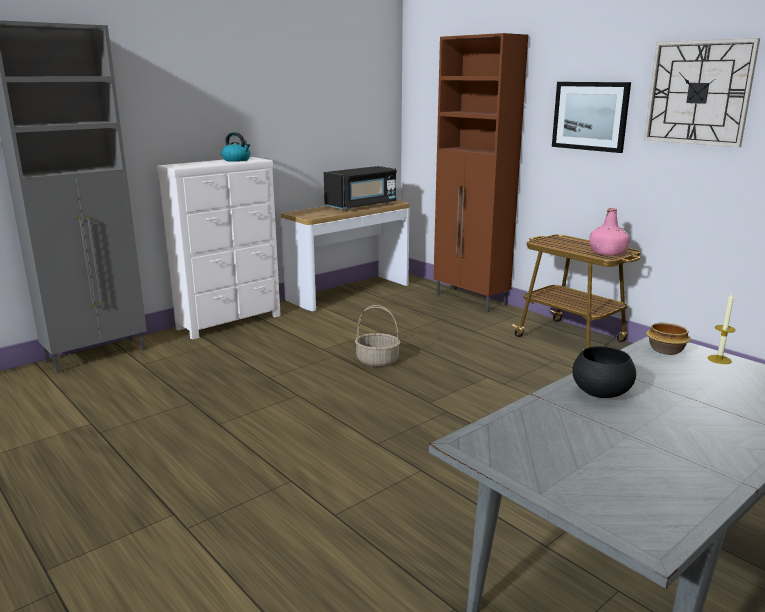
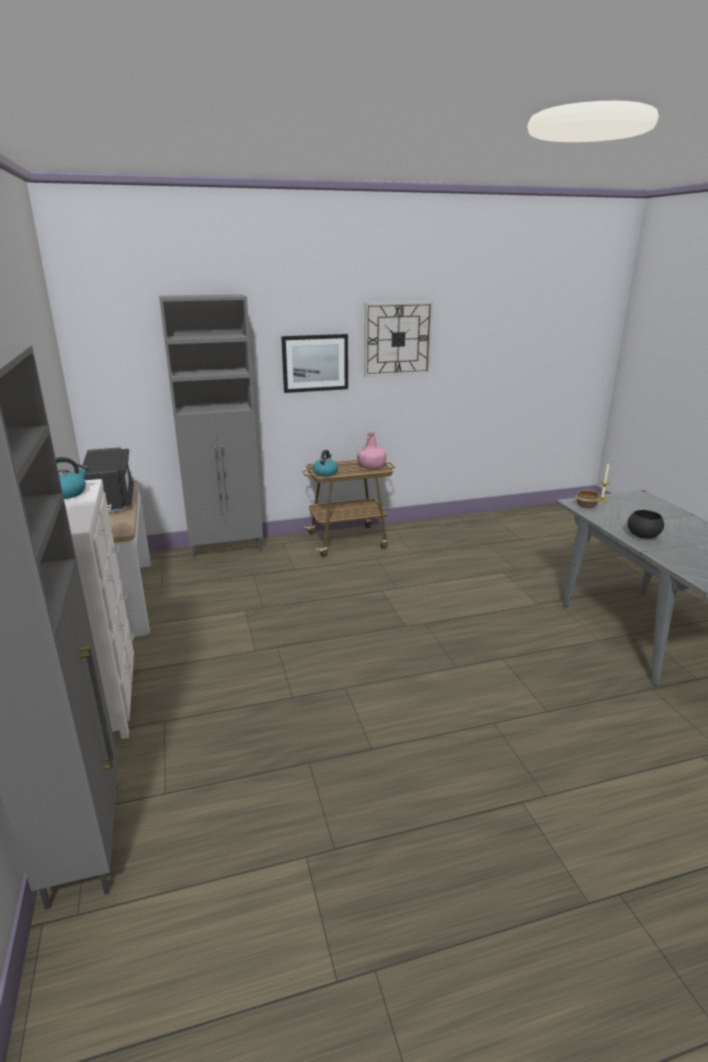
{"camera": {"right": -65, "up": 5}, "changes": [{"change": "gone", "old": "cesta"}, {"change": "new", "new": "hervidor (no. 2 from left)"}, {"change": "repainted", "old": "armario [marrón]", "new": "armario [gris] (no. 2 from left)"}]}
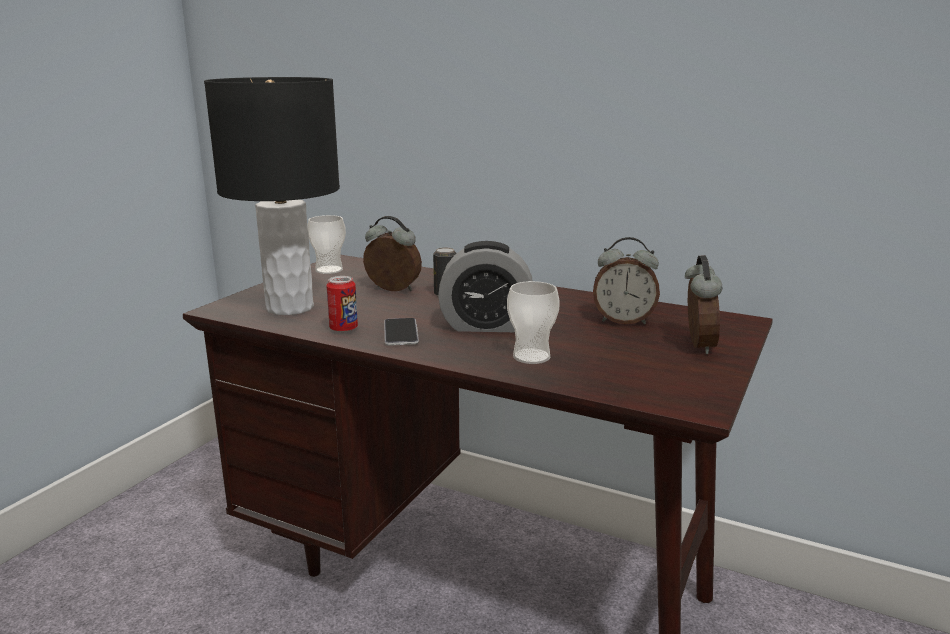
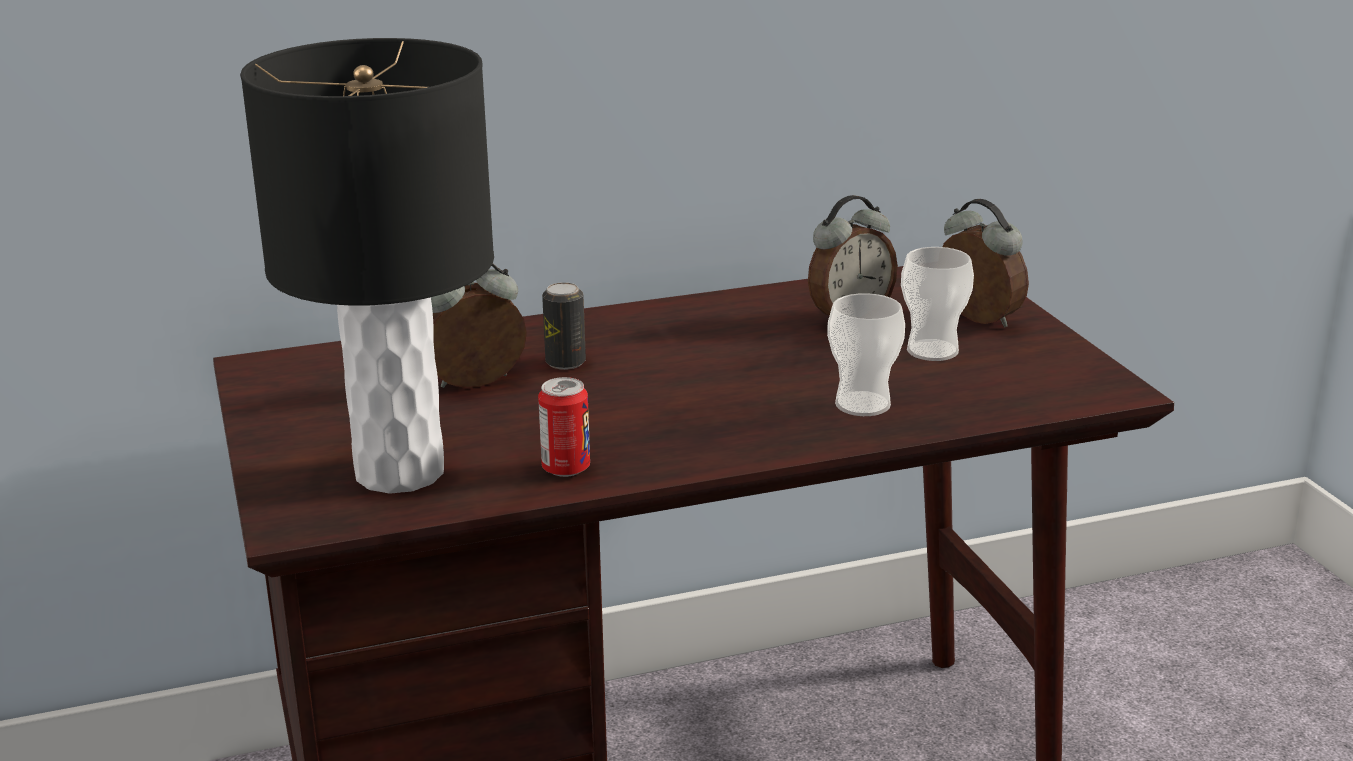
{"camera": {"right": -45, "up": 5}, "changes": [{"change": "gone", "old": "móvil"}, {"change": "gone", "old": "despertador (no. 2 from left)"}, {"change": "shifted", "old": "taza (no. 1 from left in the first image)", "new": "taza (no. 2 from left)"}]}
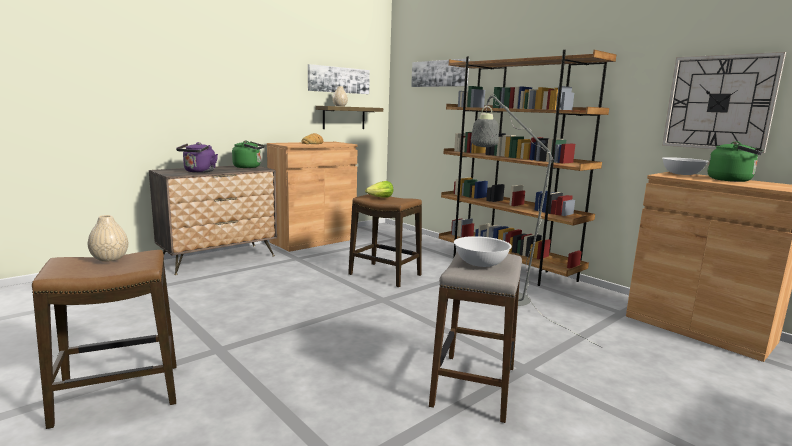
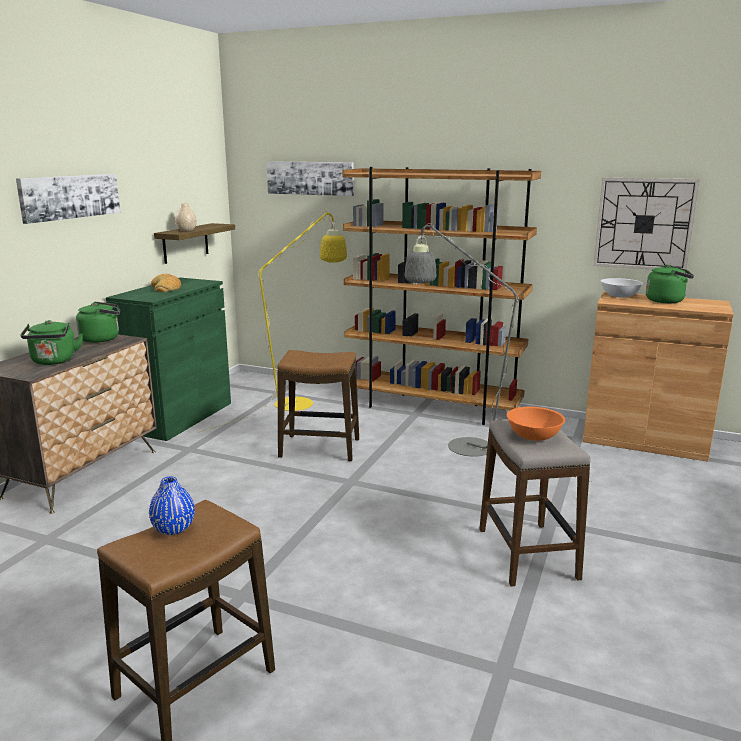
{"camera": {"right": -25, "up": 5}, "changes": [{"change": "gone", "old": "lechuga"}, {"change": "new", "new": "lámpara de pie [amarillo]"}, {"change": "shifted", "old": "cuadro (no. 1 from left)"}, {"change": "repainted", "old": "florero [beis] (no. 1 from left)", "new": "florero [azul]"}, {"change": "repainted", "old": "hervidor [morado]", "new": "hervidor [verde] (no. 1 from left)"}, {"change": "repainted", "old": "armario [marrón] (no. 1 from left)", "new": "armario [verde]"}, {"change": "repainted", "old": "cuenco [blanco] (no. 1 from left)", "new": "cuenco [naranja]"}]}
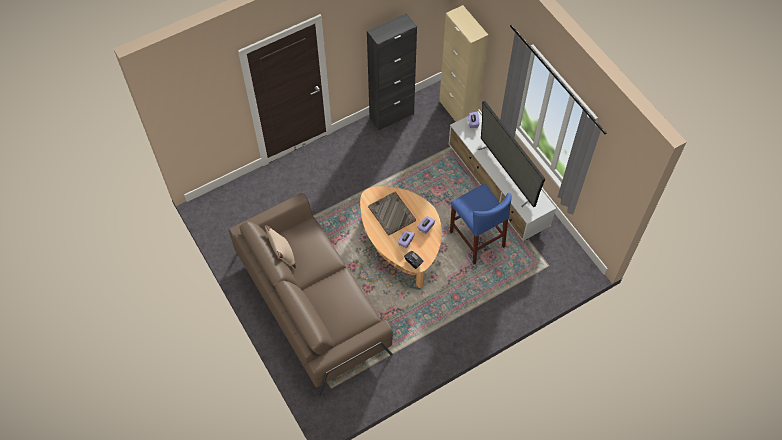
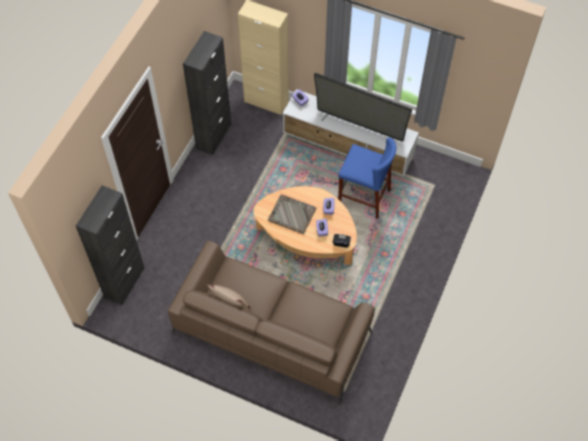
{"camera": {"right": -35, "up": 0}, "changes": [{"change": "new", "new": "armario [negro] (no. 1 from left)"}]}
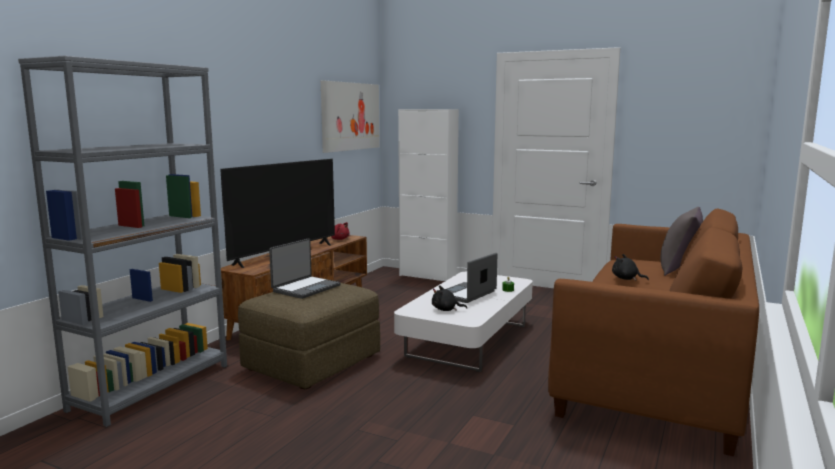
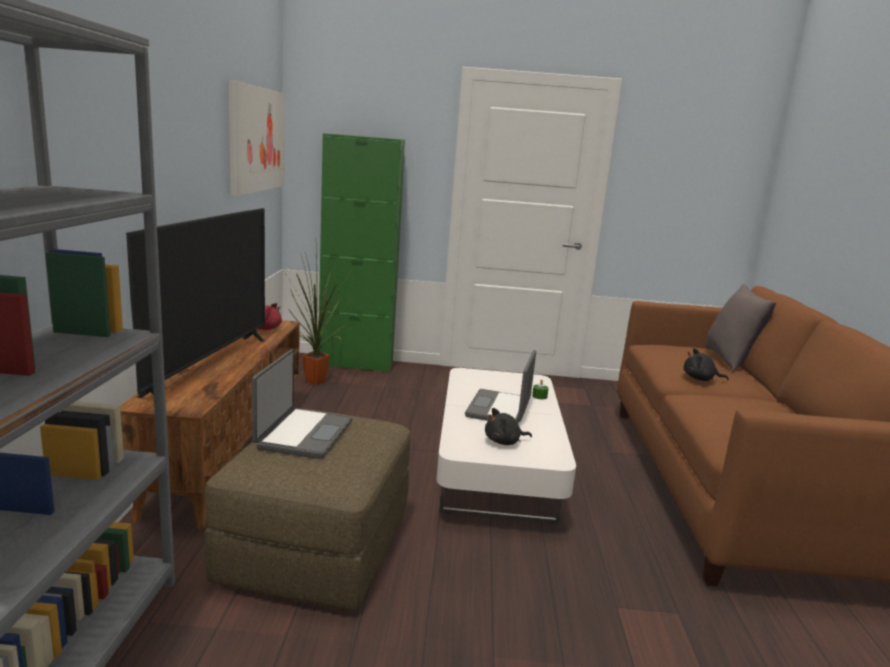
{"camera": {"right": -25, "up": 5}, "changes": [{"change": "new", "new": "planta en maceta"}, {"change": "repainted", "old": "armario [blanco]", "new": "armario [verde]"}]}
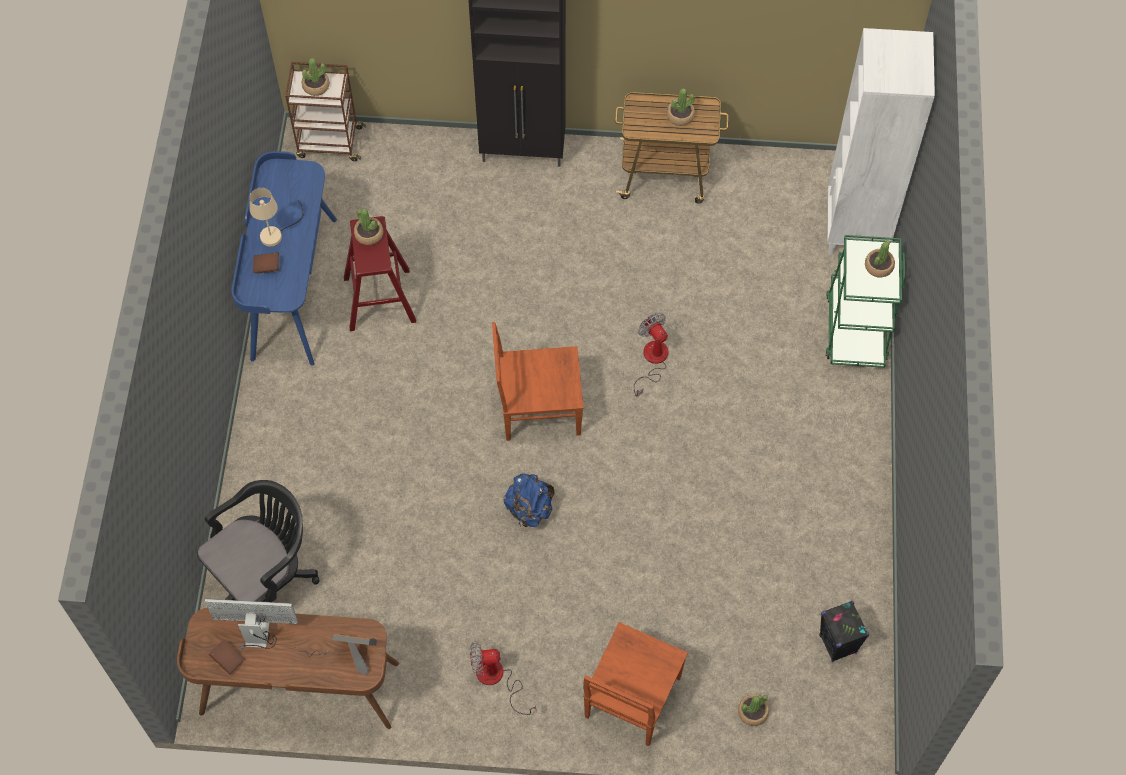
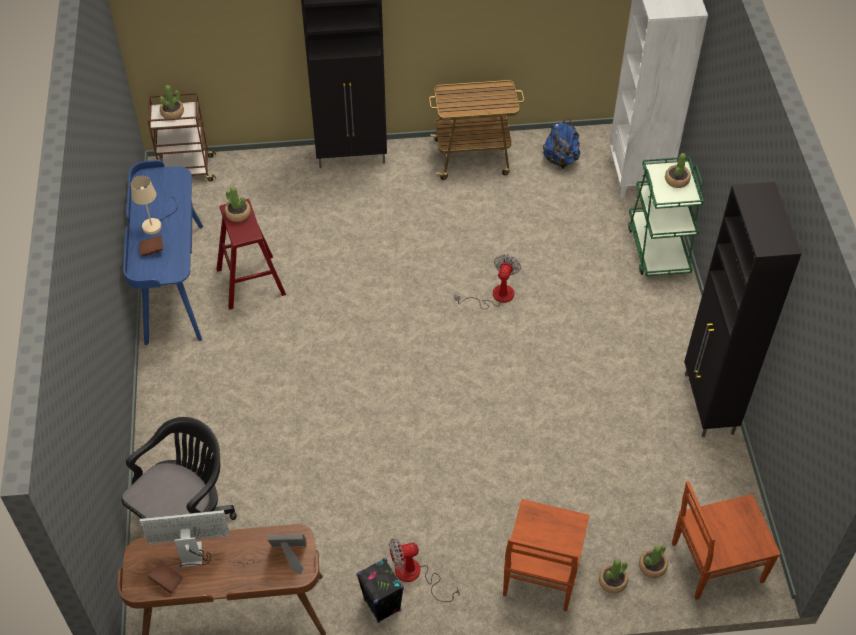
{"camera": {"right": -10, "up": -10}, "changes": [{"change": "new", "new": "armario [negro] (no. 2 from left)"}, {"change": "shifted", "old": "silla [marrón] (no. 1 from left in the first image)", "new": "silla [marrón] (no. 2 from left)"}, {"change": "shifted", "old": "mochila [azul]"}, {"change": "shifted", "old": "planta en maceta (no. 3 from left)"}, {"change": "shifted", "old": "altavoz [negro]"}, {"change": "rotated", "old": "ventilador (no. 2 from left)", "degrees": 60}]}
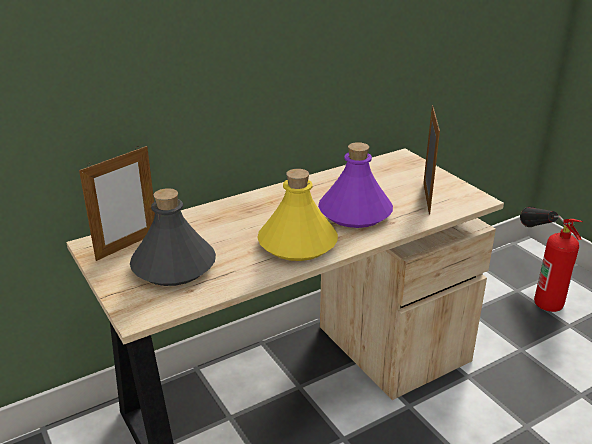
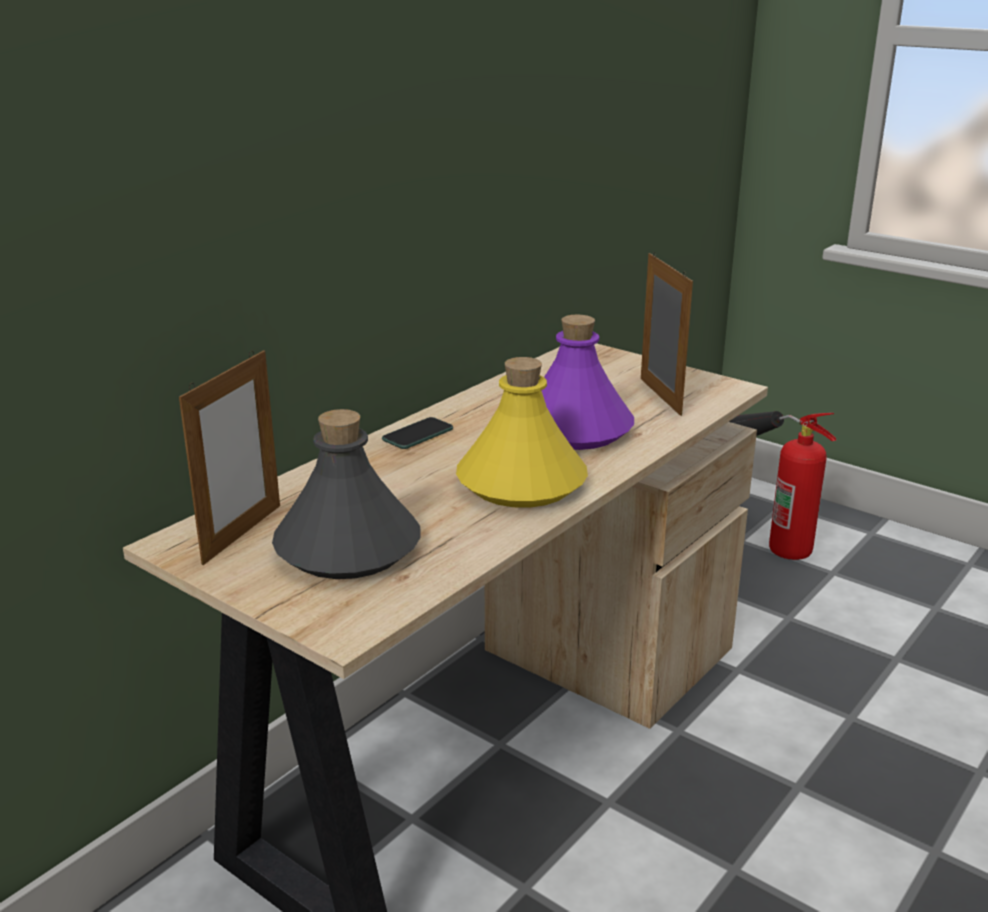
{"camera": {"right": -20, "up": -5}, "changes": [{"change": "new", "new": "móvil"}]}
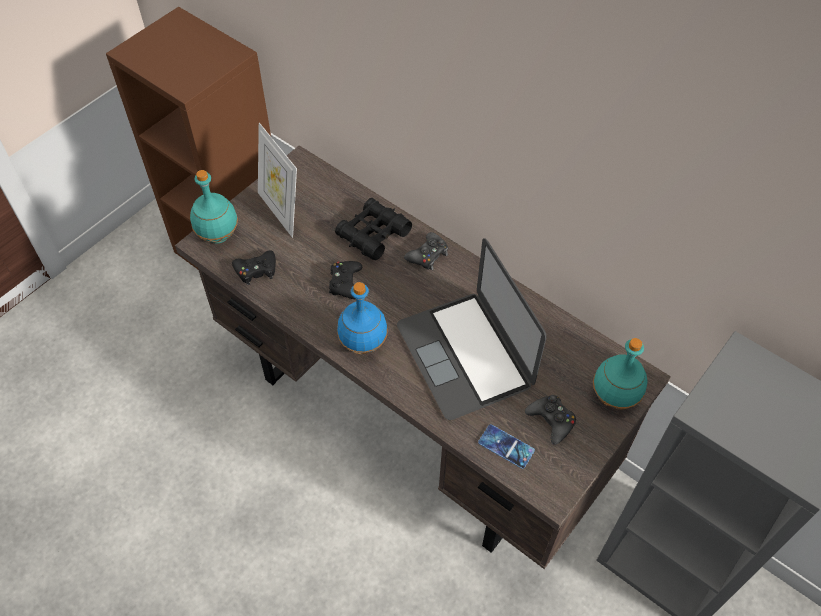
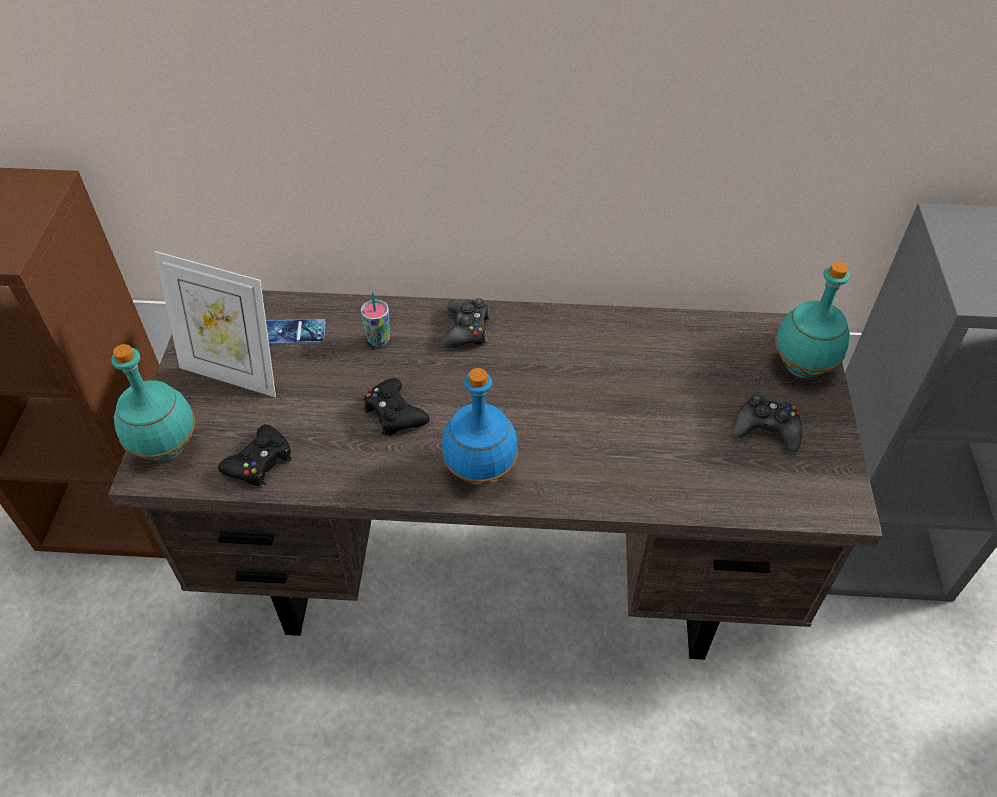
{"camera": {"right": -35, "up": -5}, "changes": [{"change": "gone", "old": "portátil"}, {"change": "shifted", "old": "móvil"}, {"change": "swapped", "old": "prismáticos [negro]", "new": "taza"}]}
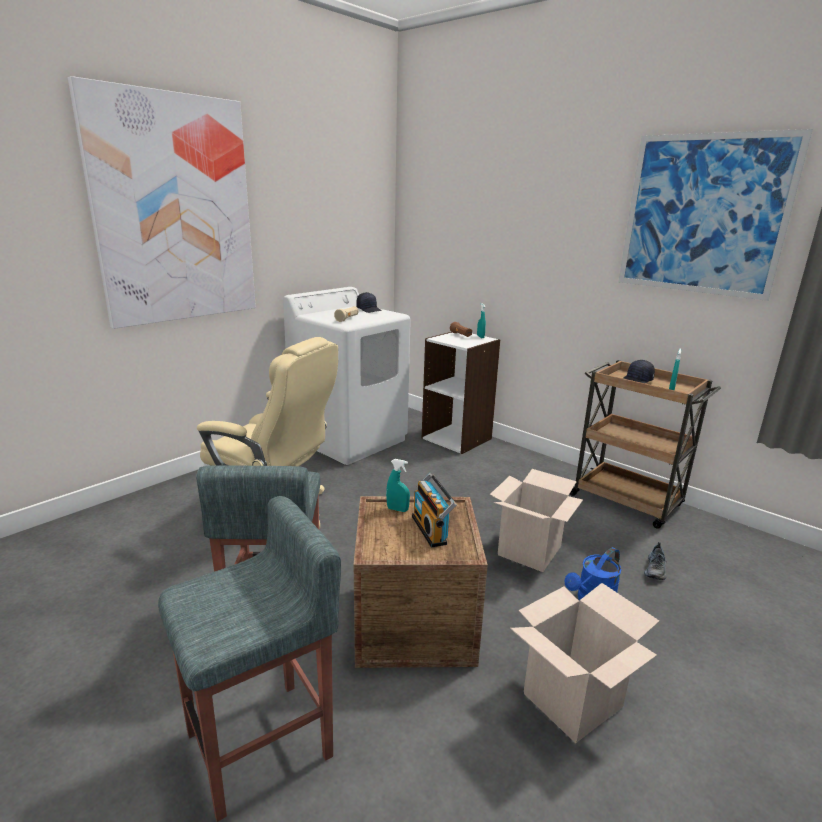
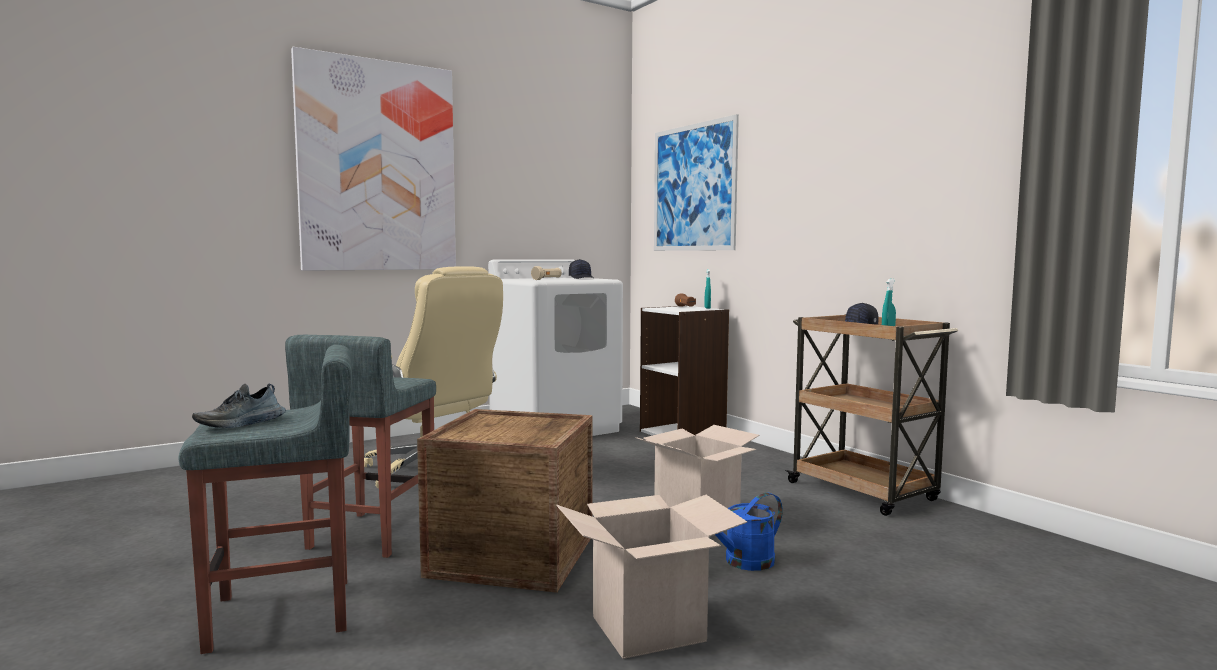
{"camera": {"right": 15, "up": -15}, "changes": [{"change": "gone", "old": "pulverizador [turquesa] (no. 1 from left)"}, {"change": "gone", "old": "radio"}, {"change": "shifted", "old": "cuadro (no. 2 from left)"}, {"change": "shifted", "old": "zapato"}]}
